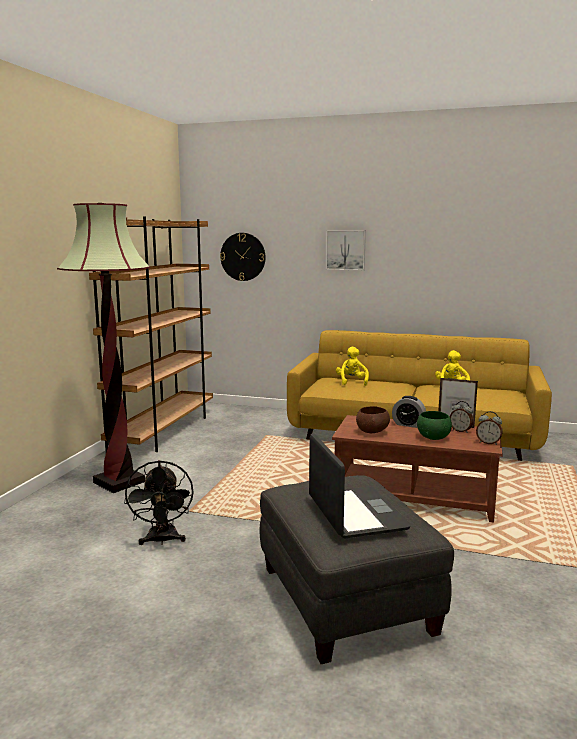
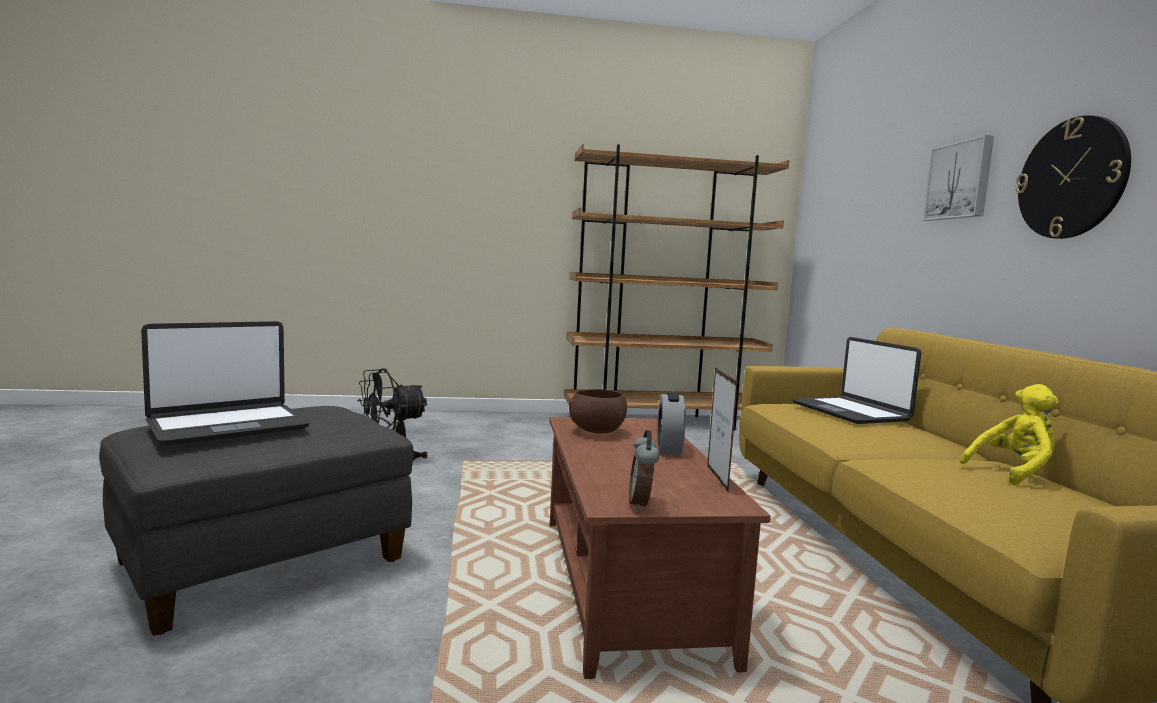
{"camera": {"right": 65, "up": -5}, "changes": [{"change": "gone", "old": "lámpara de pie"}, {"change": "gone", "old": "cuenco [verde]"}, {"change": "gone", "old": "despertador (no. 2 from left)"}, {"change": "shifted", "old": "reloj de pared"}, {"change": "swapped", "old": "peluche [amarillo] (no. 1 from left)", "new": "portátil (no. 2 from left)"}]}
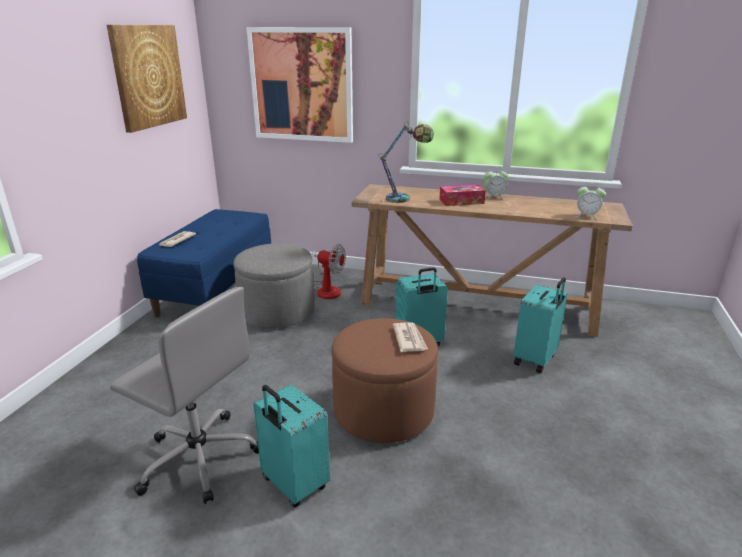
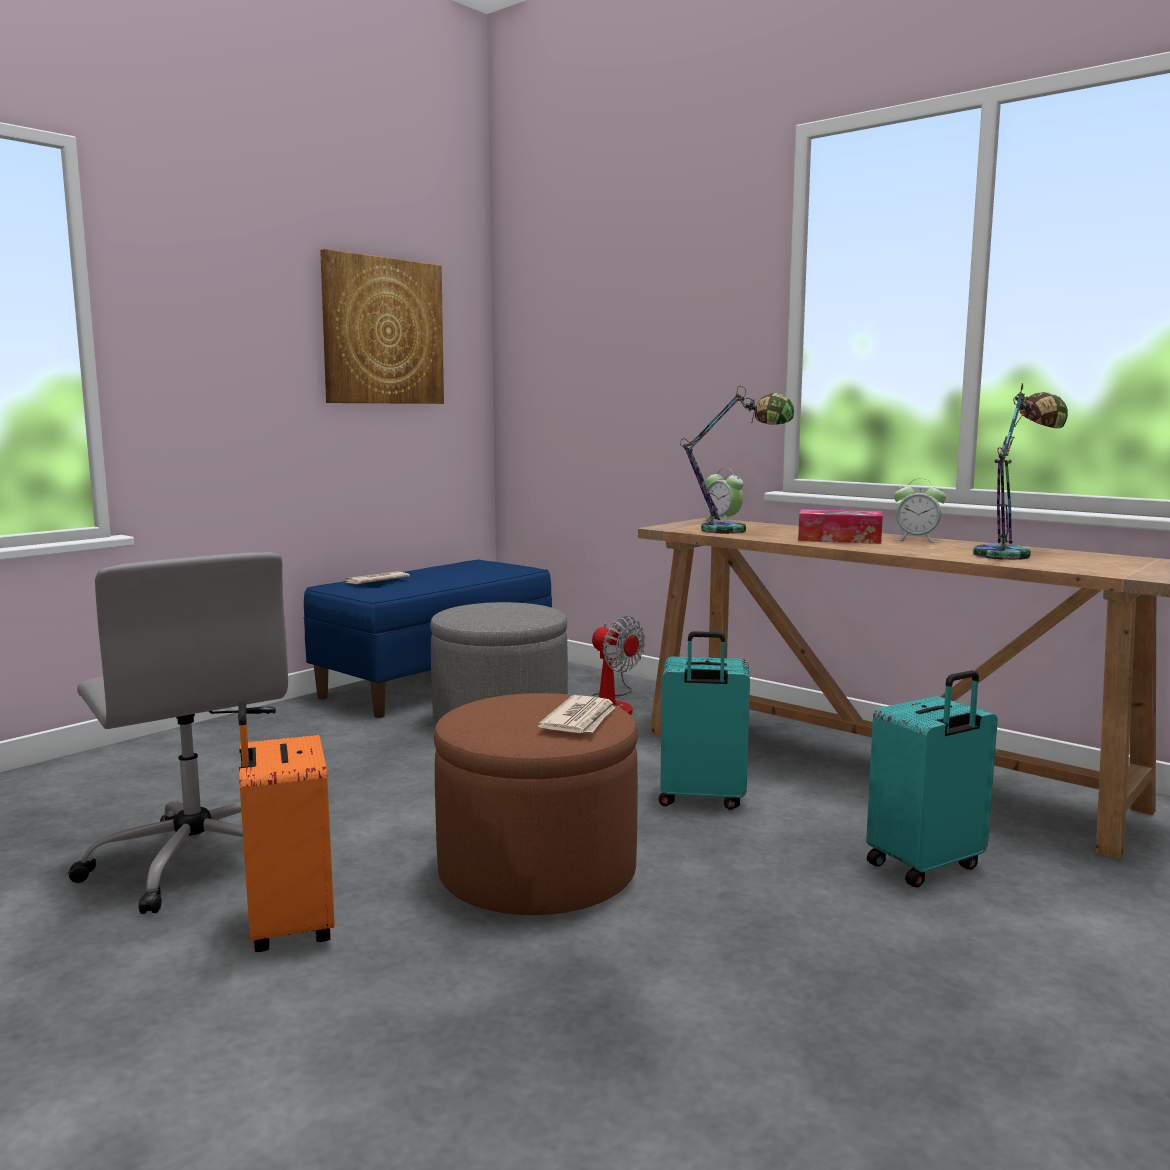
{"camera": {"right": 25, "up": -15}, "changes": [{"change": "gone", "old": "cuadro (no. 2 from left)"}, {"change": "new", "new": "lámpara de mesa (no. 2 from left)"}, {"change": "shifted", "old": "despertador (no. 2 from left in the first image)", "new": "despertador (no. 1 from left)"}, {"change": "repainted", "old": "maleta [turquesa] (no. 1 from left)", "new": "maleta [naranja]"}]}
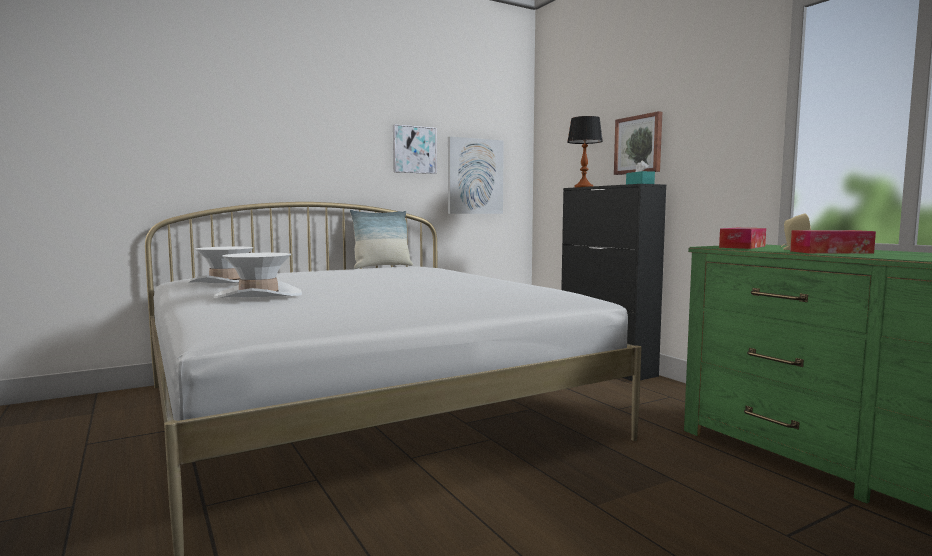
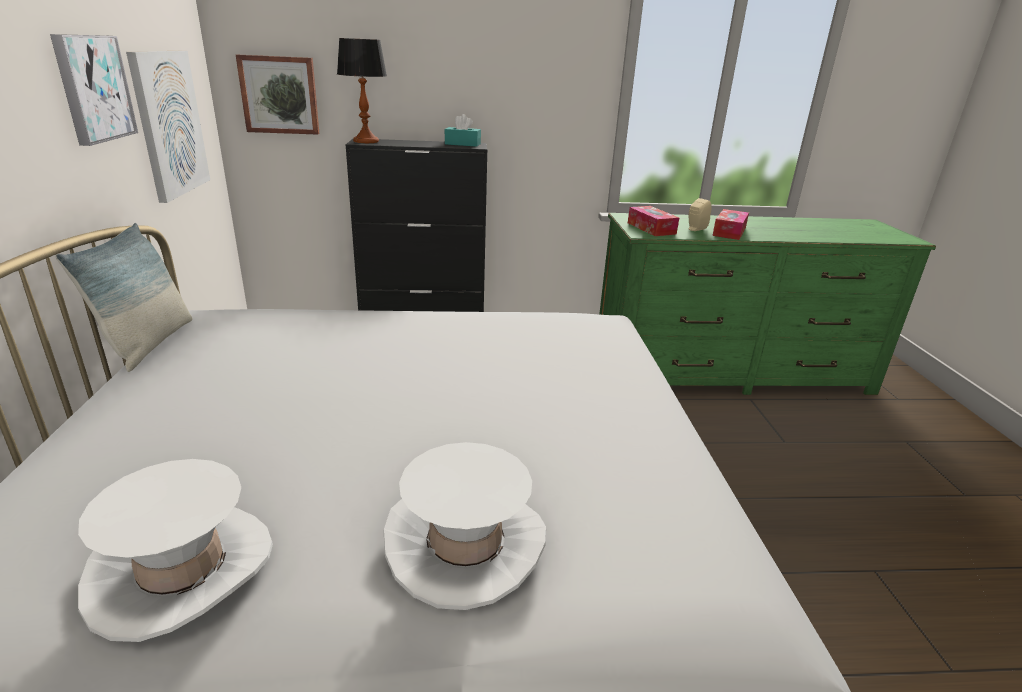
{"camera": {"right": -65, "up": 20}, "changes": [{"change": "shifted", "old": "cuadro (no. 3 from left)"}]}
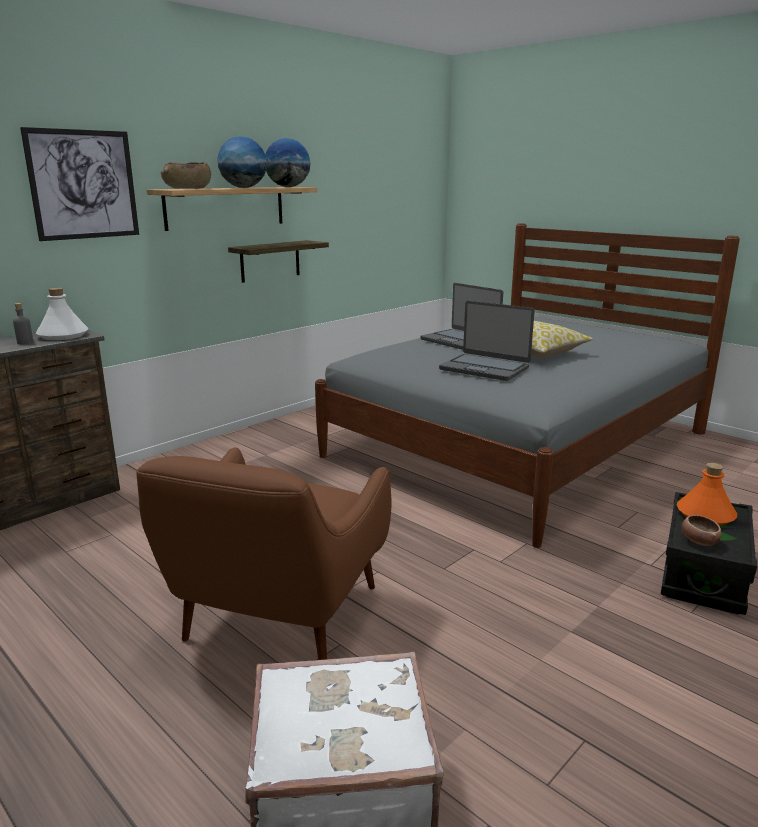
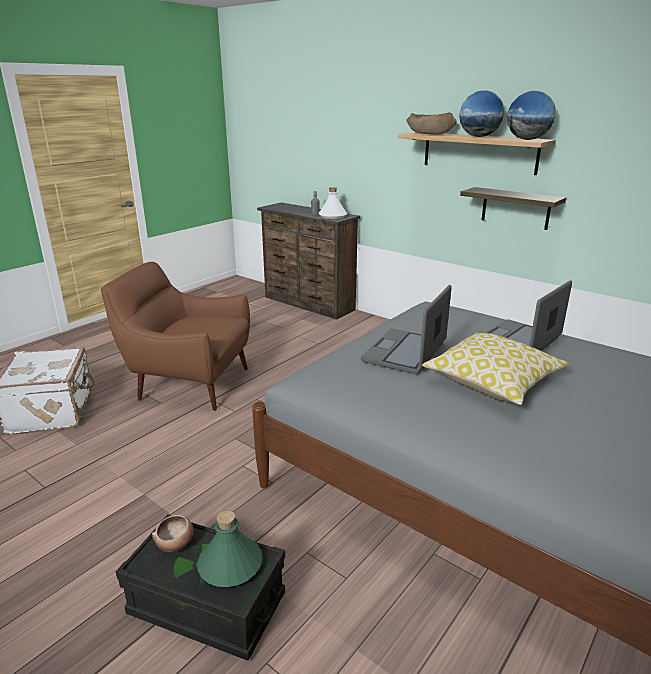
{"camera": {"right": 85, "up": 5}, "changes": [{"change": "gone", "old": "cuadro"}, {"change": "repainted", "old": "botella [naranja]", "new": "botella [verde]"}]}
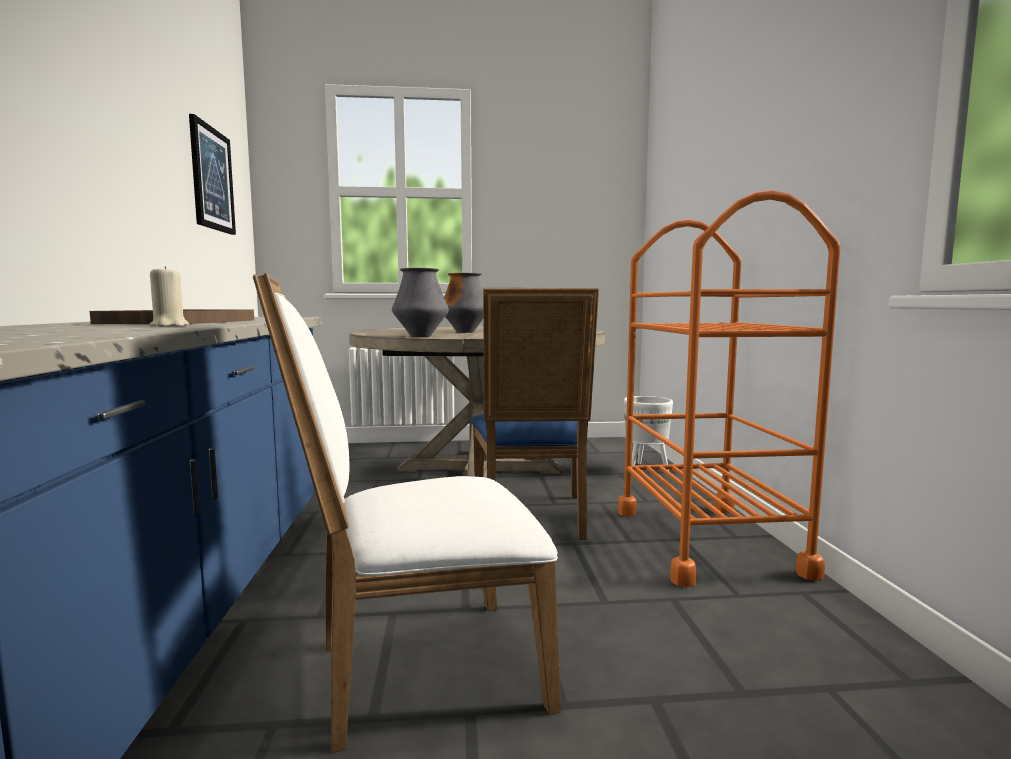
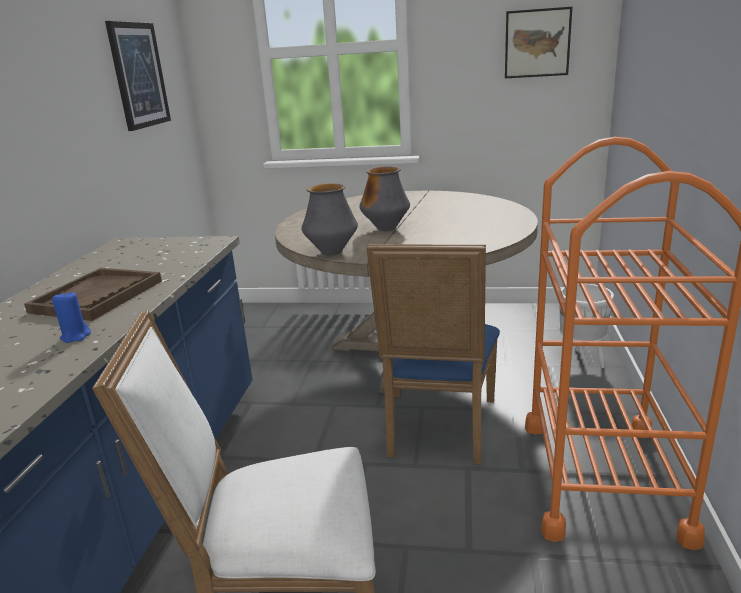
{"camera": {"right": 15, "up": 15}, "changes": [{"change": "new", "new": "cuadro (no. 2 from left)"}, {"change": "repainted", "old": "vela [beis]", "new": "vela [azul]"}]}
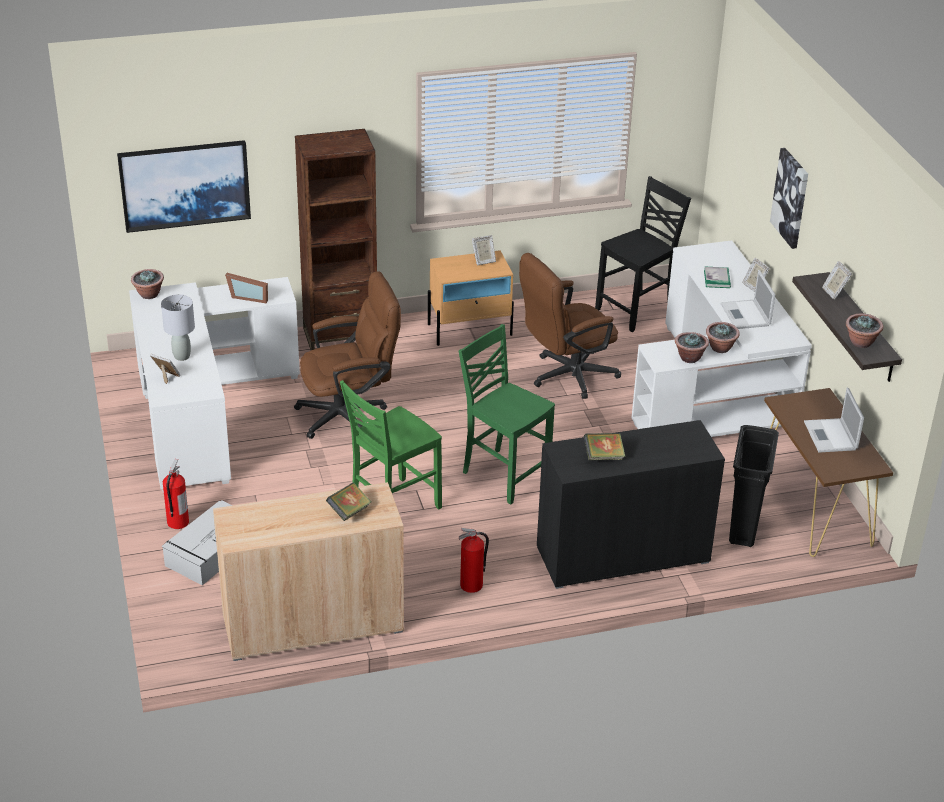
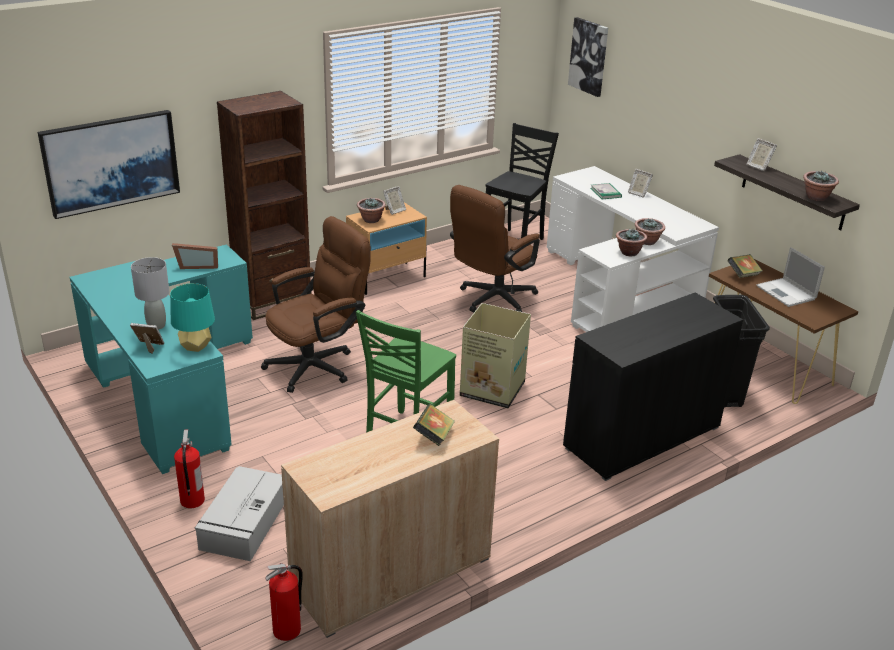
{"camera": {"right": -20, "up": -5}, "changes": [{"change": "gone", "old": "portátil (no. 1 from left)"}, {"change": "new", "new": "lámpara de mesa [turquesa]"}, {"change": "shifted", "old": "planta en maceta (no. 1 from left)"}, {"change": "shifted", "old": "extintor (no. 2 from left)"}, {"change": "shifted", "old": "libro (no. 2 from left in the first image)", "new": "libro (no. 3 from left)"}, {"change": "shifted", "old": "cuadro (no. 2 from left)"}, {"change": "swapped", "old": "silla [verde] (no. 2 from left)", "new": "caja de cartón"}, {"change": "repainted", "old": "escritorio [blanco] (no. 1 from left)", "new": "escritorio [turquesa]"}]}
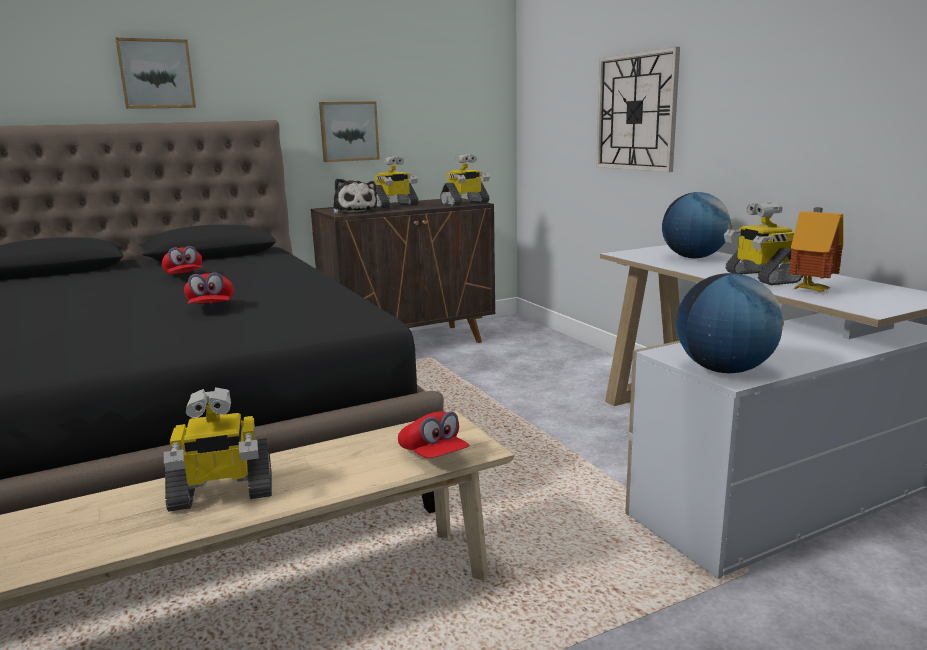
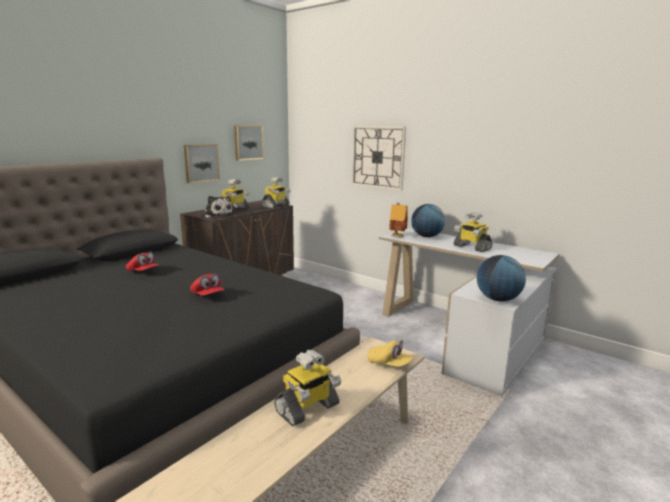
{"camera": {"right": -25, "up": 0}, "changes": [{"change": "shifted", "old": "cuadro (no. 1 from left in the first image)", "new": "cuadro (no. 2 from left)"}, {"change": "shifted", "old": "casita"}, {"change": "repainted", "old": "gorra [rojo] (no. 3 from left)", "new": "gorra [amarillo]"}]}
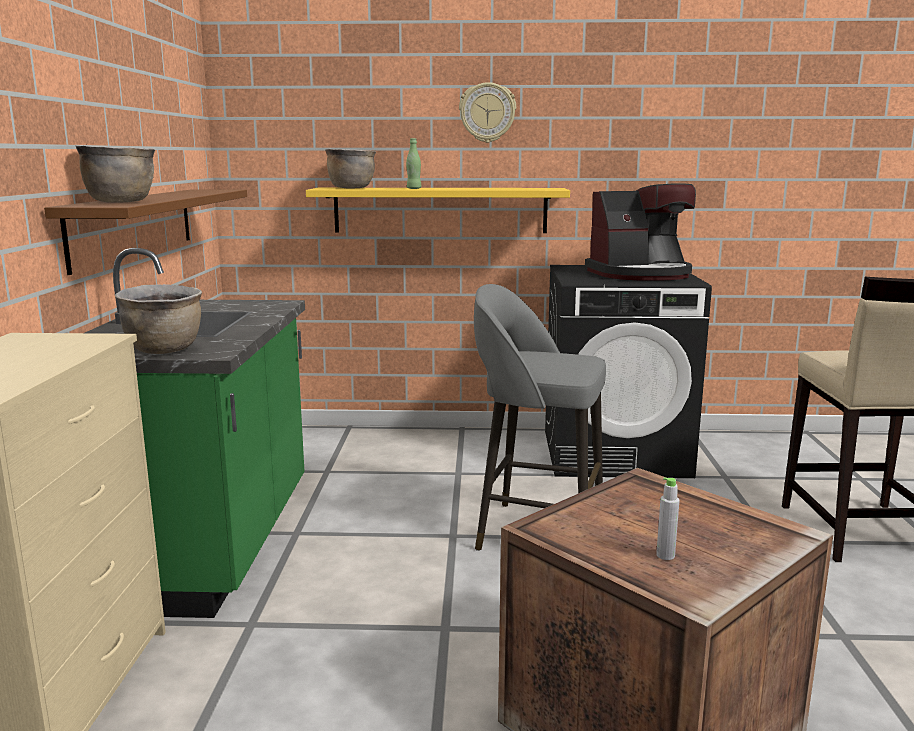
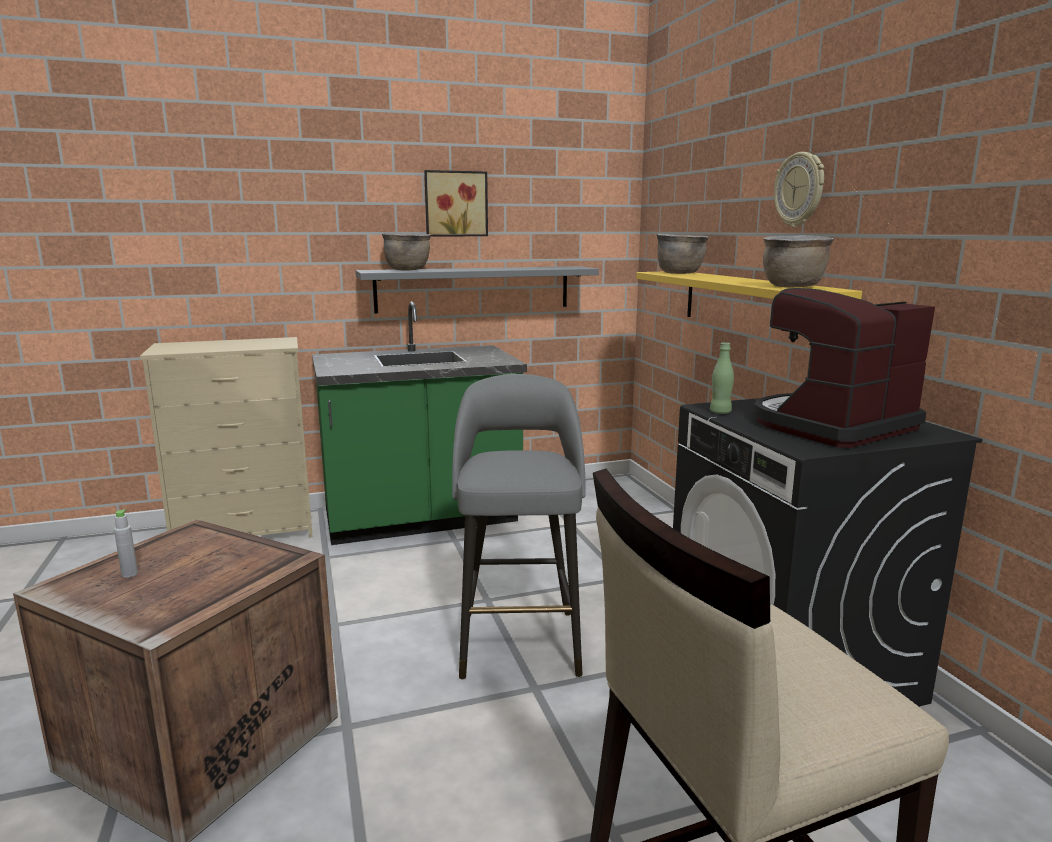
{"camera": {"right": 70, "up": 0}, "changes": [{"change": "new", "new": "cuadro"}, {"change": "shifted", "old": "olla [marrón] (no. 2 from left in the first image)", "new": "olla [marrón] (no. 3 from left)"}, {"change": "shifted", "old": "botella [verde]"}, {"change": "repainted", "old": "estante [marrón]", "new": "estante [gris]"}, {"change": "rotated", "old": "cafetera", "degrees": 90}]}
